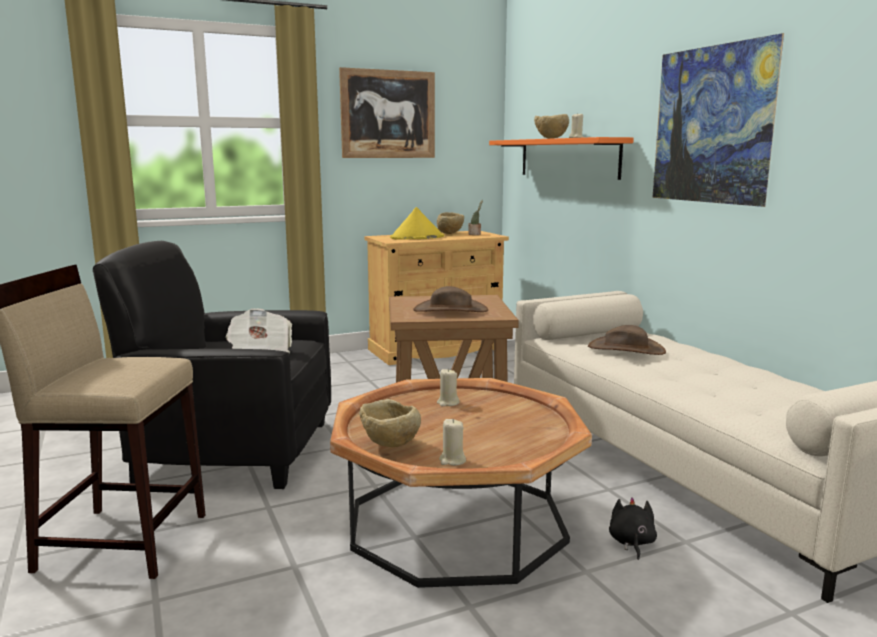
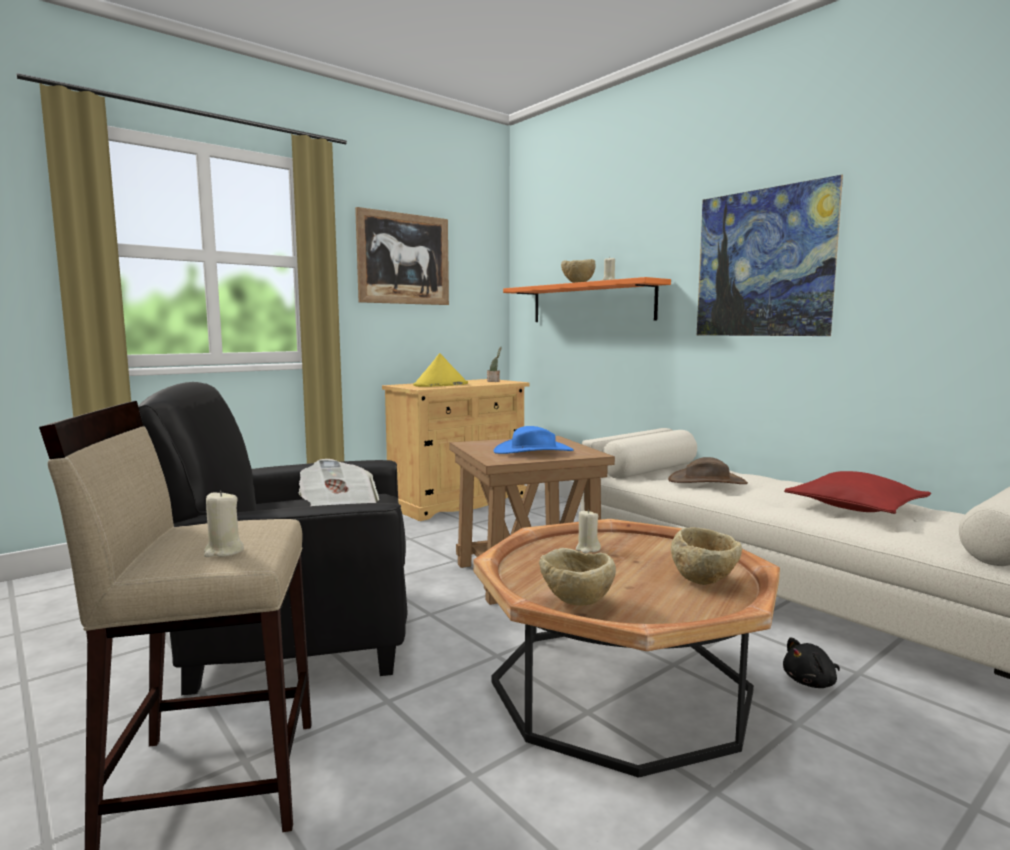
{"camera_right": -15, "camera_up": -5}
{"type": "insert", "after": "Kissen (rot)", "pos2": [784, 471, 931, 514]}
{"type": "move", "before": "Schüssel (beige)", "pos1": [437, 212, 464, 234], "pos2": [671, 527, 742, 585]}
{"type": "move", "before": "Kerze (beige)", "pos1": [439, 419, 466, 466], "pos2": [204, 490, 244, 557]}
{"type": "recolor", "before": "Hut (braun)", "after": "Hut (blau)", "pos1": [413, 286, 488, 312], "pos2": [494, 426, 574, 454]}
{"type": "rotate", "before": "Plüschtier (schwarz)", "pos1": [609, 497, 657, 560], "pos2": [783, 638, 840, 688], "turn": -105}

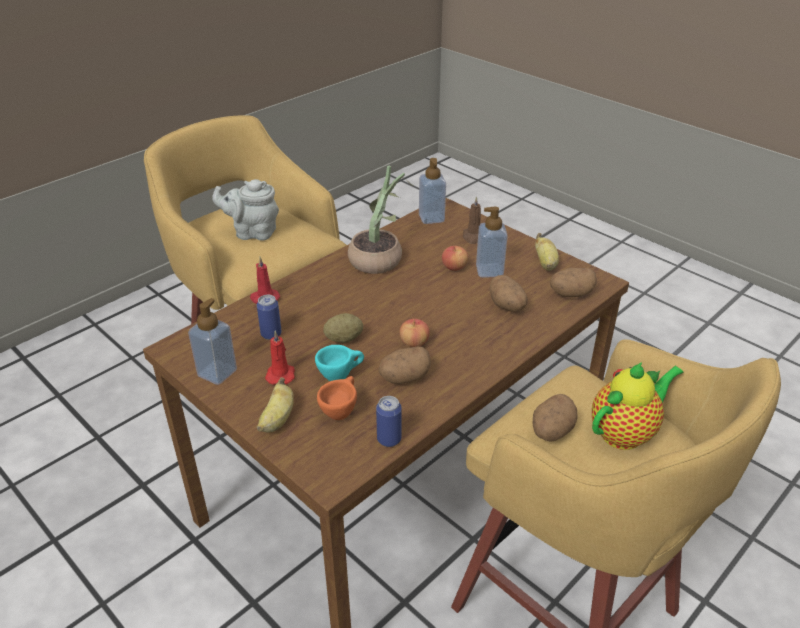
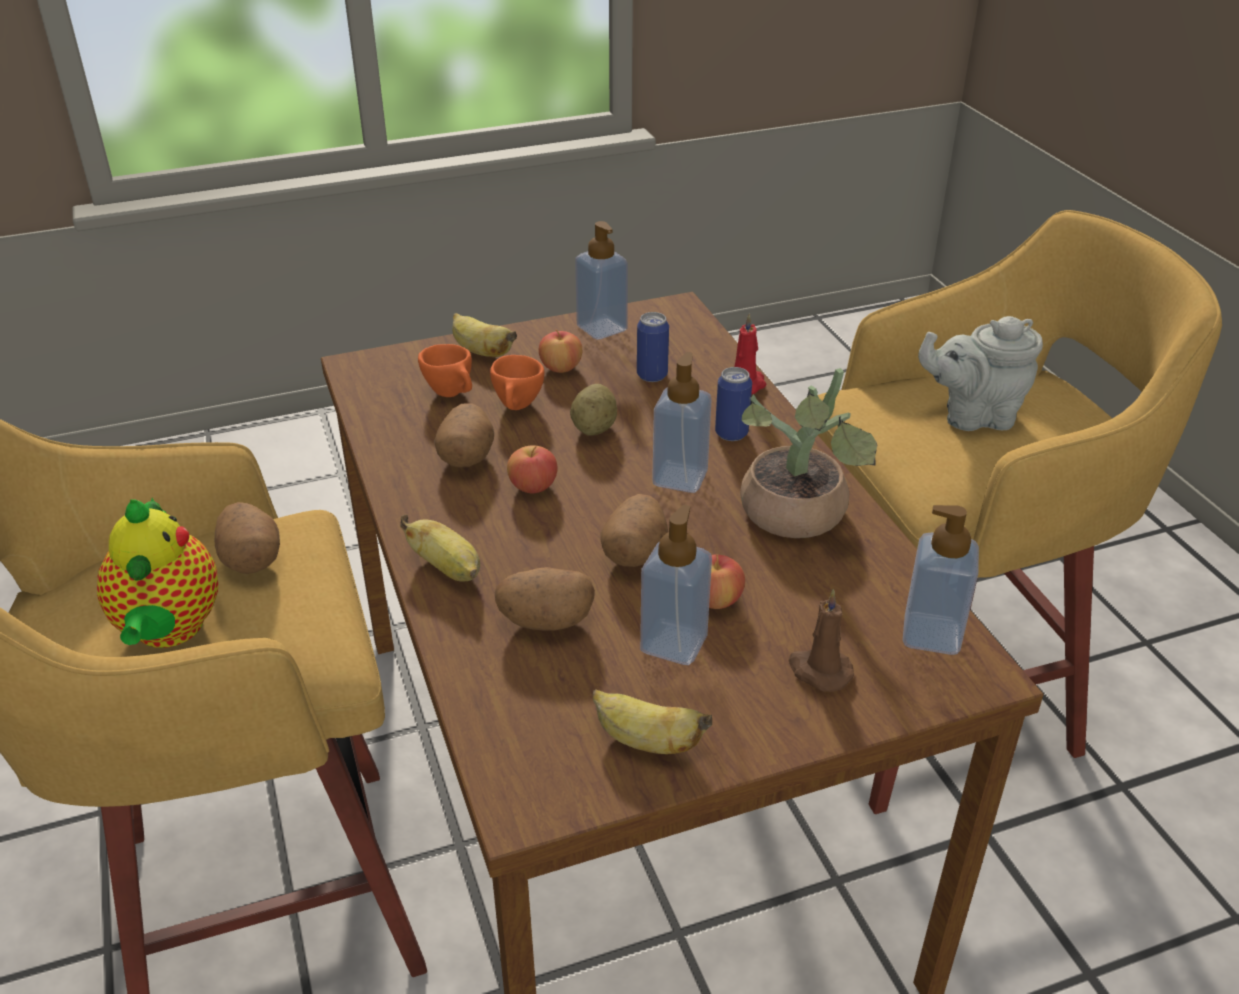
{"camera_right": 115, "camera_up": 0}
{"type": "insert", "after": "Banane", "pos2": [400, 515, 480, 581]}
{"type": "insert", "after": "Seifenspender", "pos2": [652, 352, 712, 493]}
{"type": "move", "before": "Dose", "pos1": [376, 396, 402, 447], "pos2": [715, 367, 752, 441]}
{"type": "move", "before": "Kartoffel", "pos1": [550, 268, 597, 297], "pos2": [601, 494, 668, 567]}
{"type": "replace", "before": "Kerze (rot)", "after": "Apfel", "pos1": [265, 331, 295, 385], "pos2": [539, 329, 582, 373]}
{"type": "recolor", "before": "Tasse (türkis)", "after": "Tasse (orange)", "pos1": [315, 345, 364, 381], "pos2": [490, 355, 544, 410]}
{"type": "rotate", "before": "Teekanne (grau)", "pos1": [212, 179, 279, 240], "pos2": [918, 316, 1043, 431], "turn": -120}

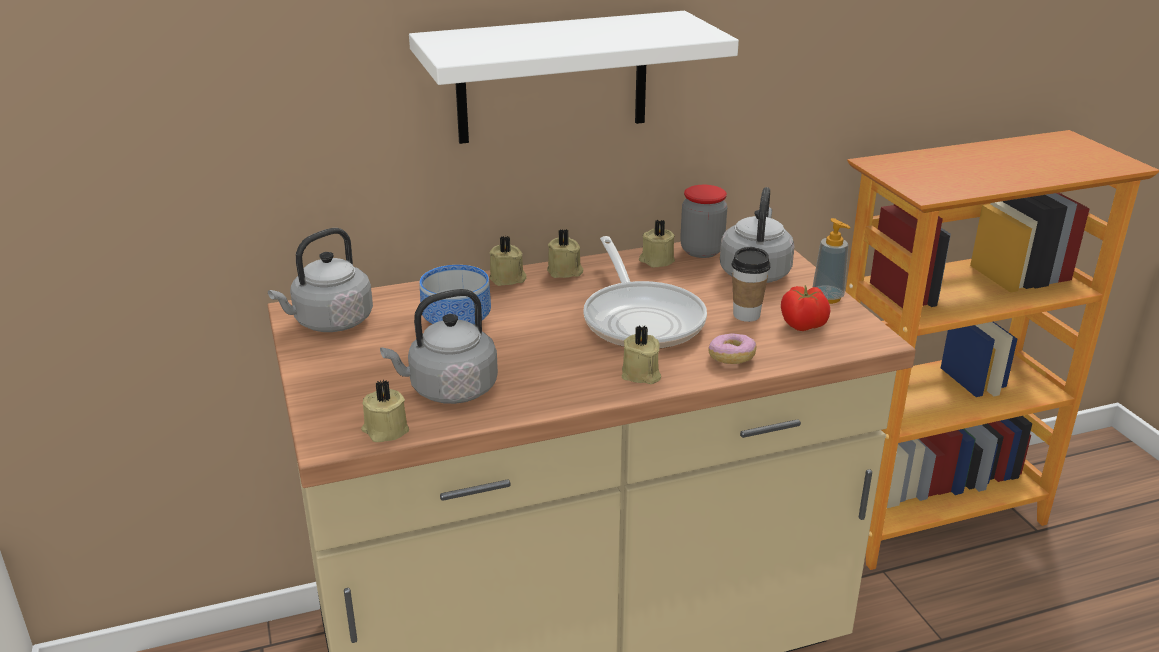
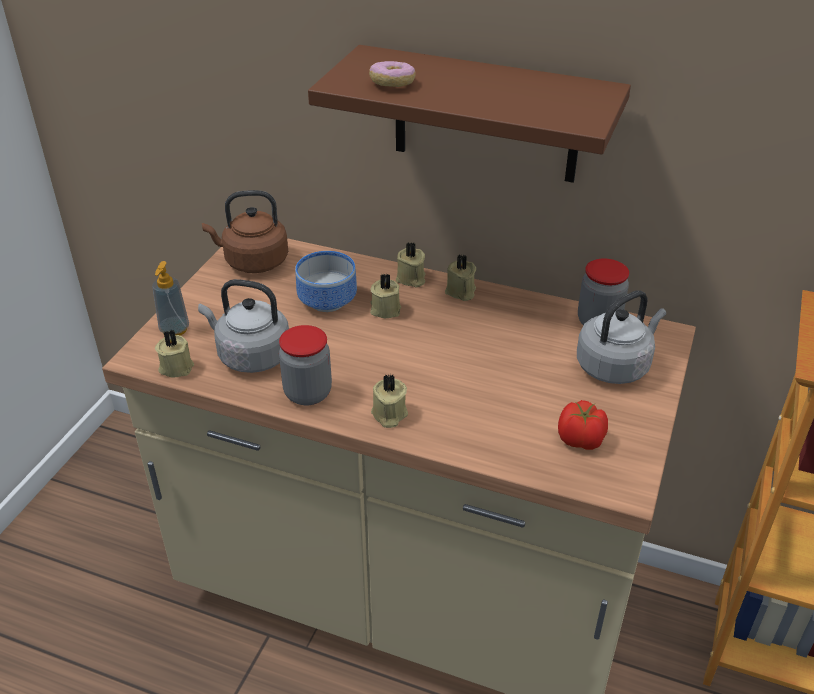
{"camera_right": 40, "camera_up": 10}
{"type": "delete", "before": "Pfanne", "pos1": [583, 236, 707, 349]}
{"type": "delete", "before": "Tasse", "pos1": [732, 247, 770, 322]}
{"type": "insert", "after": "Vorratsglas", "pos2": [279, 325, 332, 405]}
{"type": "move", "before": "Kerze (beige)", "pos1": [639, 220, 675, 267], "pos2": [370, 274, 401, 318]}
{"type": "move", "before": "Donut", "pos1": [708, 333, 757, 364], "pos2": [369, 61, 415, 87]}
{"type": "move", "before": "Seifenspender", "pos1": [813, 218, 851, 304], "pos2": [152, 261, 189, 336]}
{"type": "recolor", "before": "Wasserkessel (grau)", "after": "Wasserkessel (braun)", "pos1": [268, 228, 373, 332], "pos2": [202, 190, 288, 273]}
{"type": "recolor", "before": "Wandregal (weiß)", "after": "Wandregal (braun)", "pos1": [409, 11, 739, 144], "pos2": [308, 45, 631, 183]}

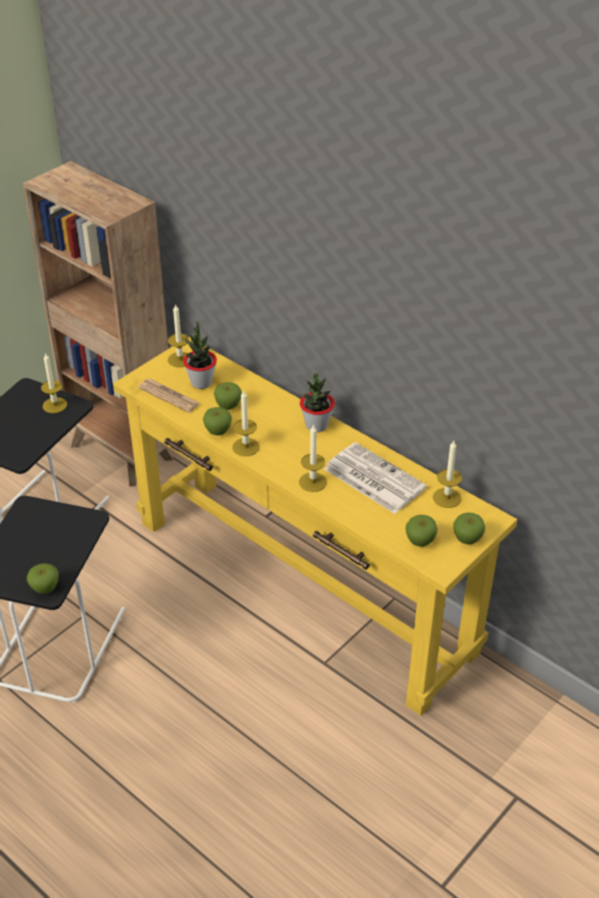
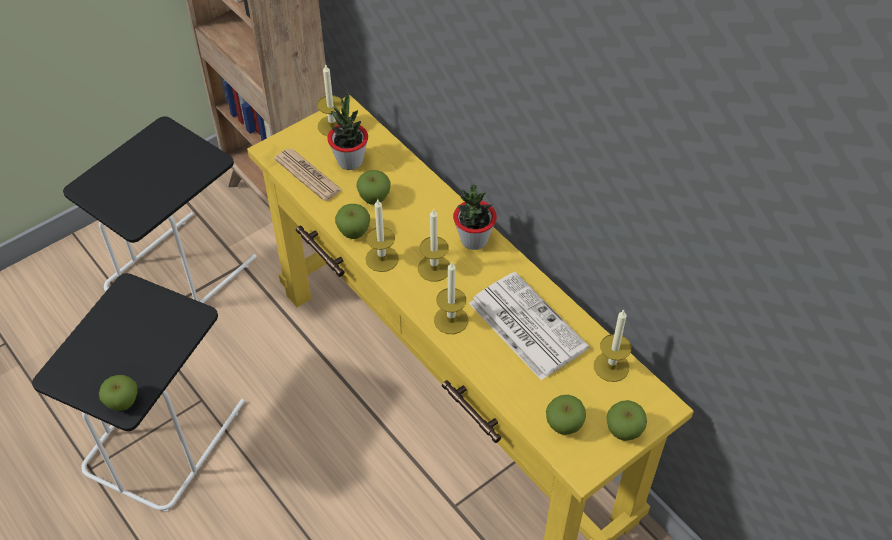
{"camera_right": 10, "camera_up": 10}
{"type": "move", "before": "Kerze", "pos1": [41, 352, 67, 413], "pos2": [418, 208, 450, 282]}

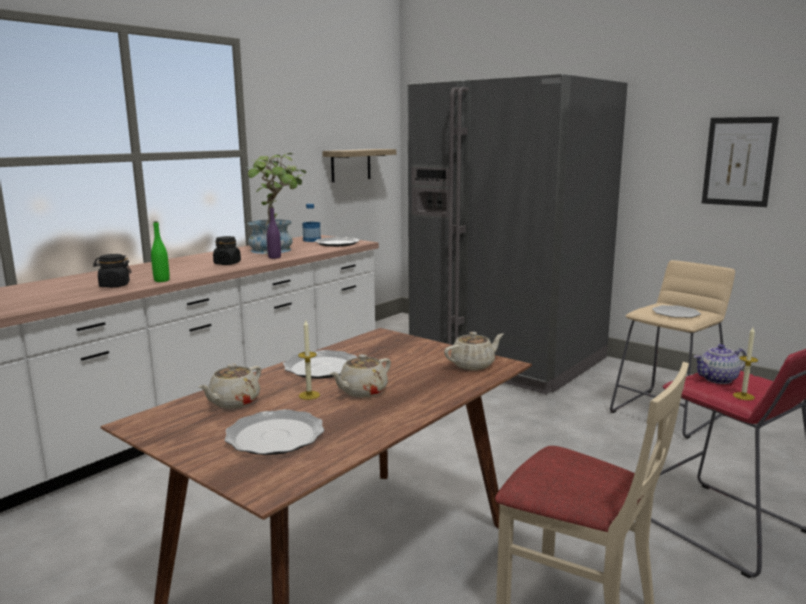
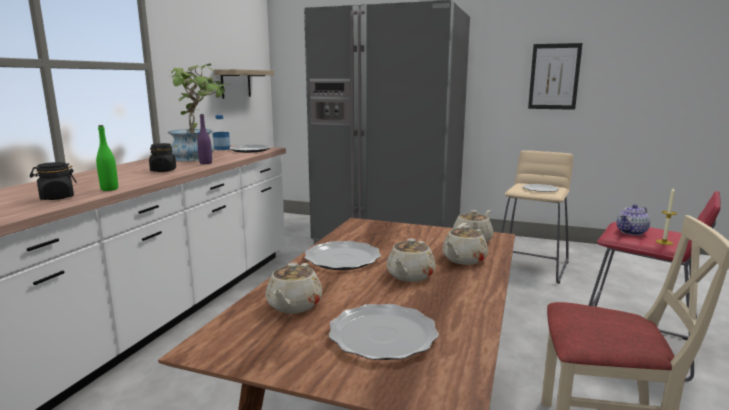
{"camera_right": -20, "camera_up": 0}
{"type": "delete", "before": "Kerze", "pos1": [298, 320, 320, 400]}
{"type": "insert", "after": "Teekanne (beige)", "pos2": [442, 225, 488, 265]}

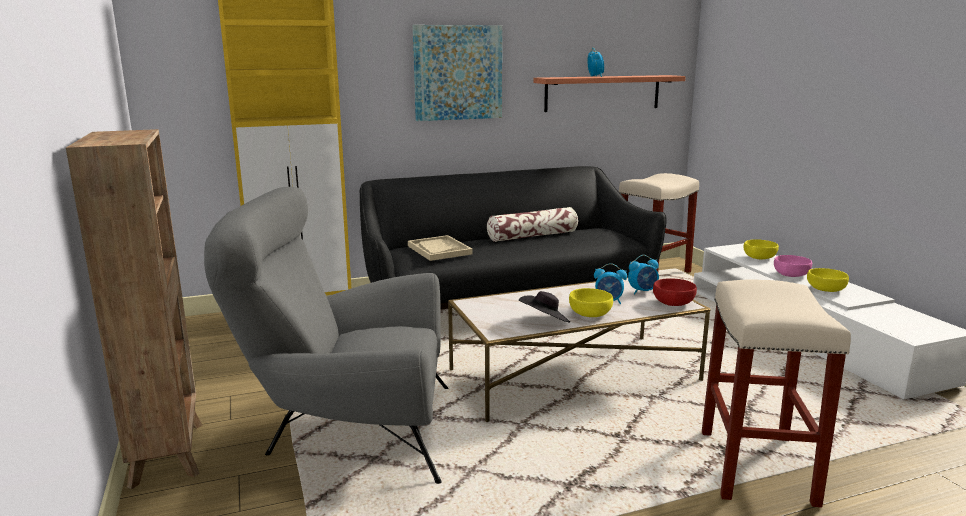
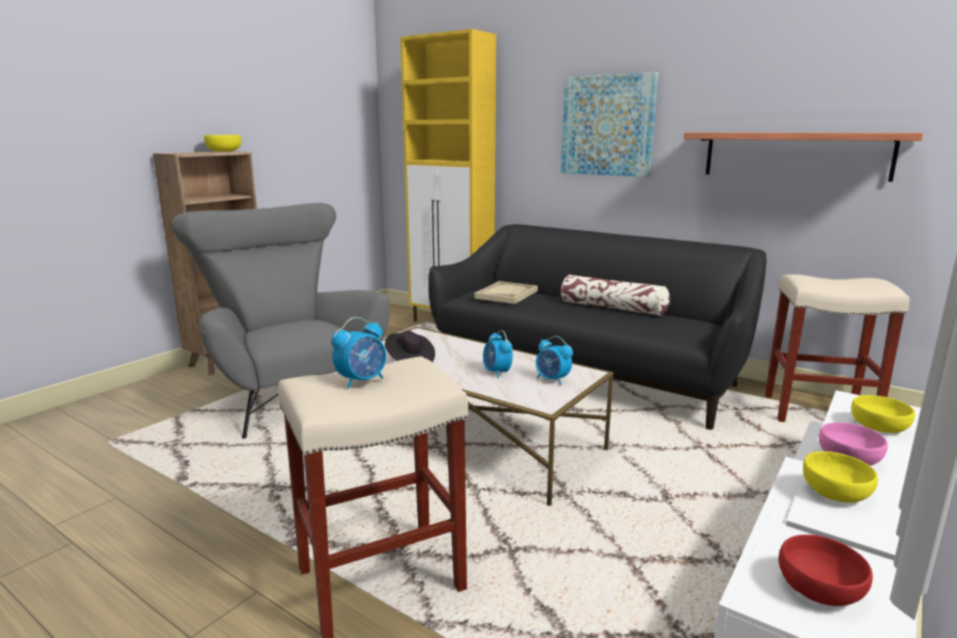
{"camera_right": 55, "camera_up": 0}
{"type": "move", "before": "Schüssel (gelb)", "pos1": [569, 288, 613, 317], "pos2": [204, 135, 242, 152]}
{"type": "move", "before": "Wecker", "pos1": [587, 47, 604, 77], "pos2": [331, 317, 386, 389]}
{"type": "move", "before": "Schüssel (rot)", "pos1": [653, 278, 697, 306], "pos2": [779, 535, 873, 606]}

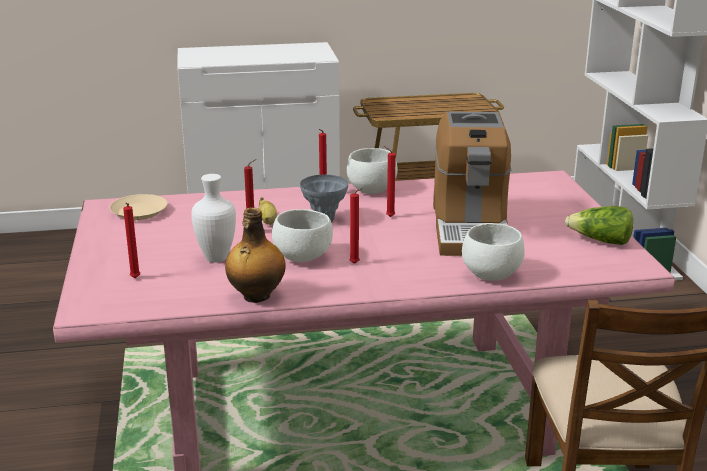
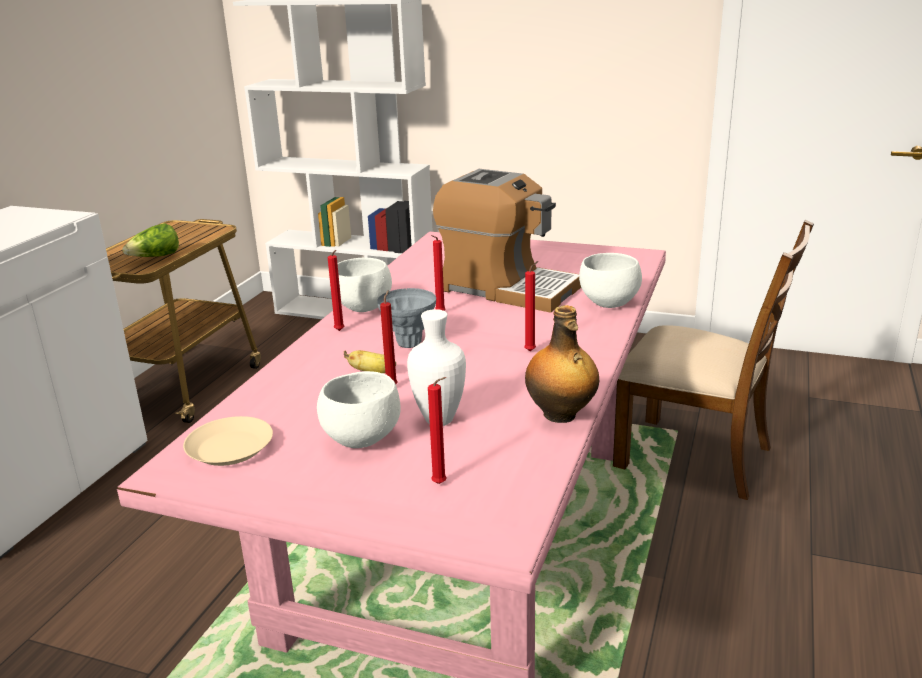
{"camera_right": -60, "camera_up": 0}
{"type": "move", "before": "Schüssel (weiß)", "pos1": [272, 209, 333, 262], "pos2": [317, 371, 401, 448]}
{"type": "move", "before": "Salatkopf", "pos1": [565, 206, 633, 245], "pos2": [122, 223, 179, 257]}

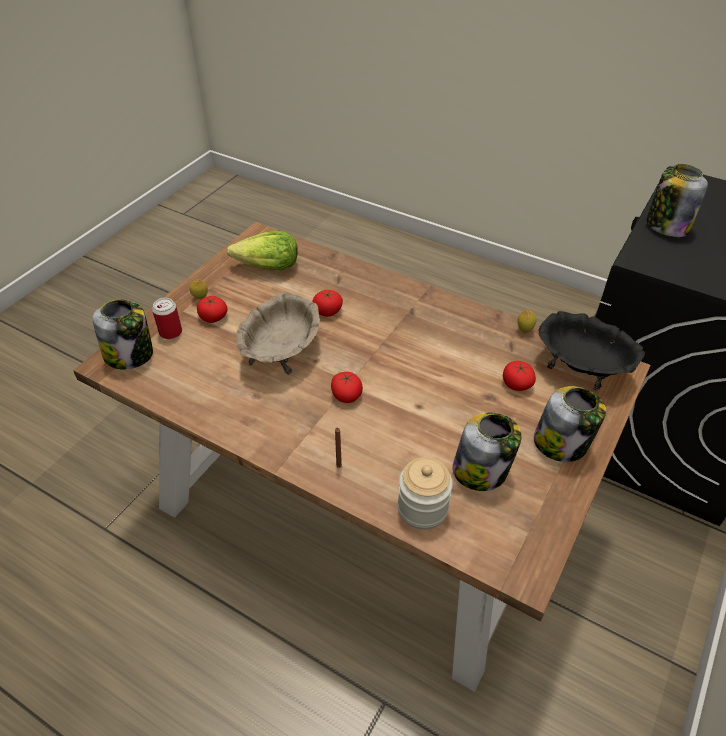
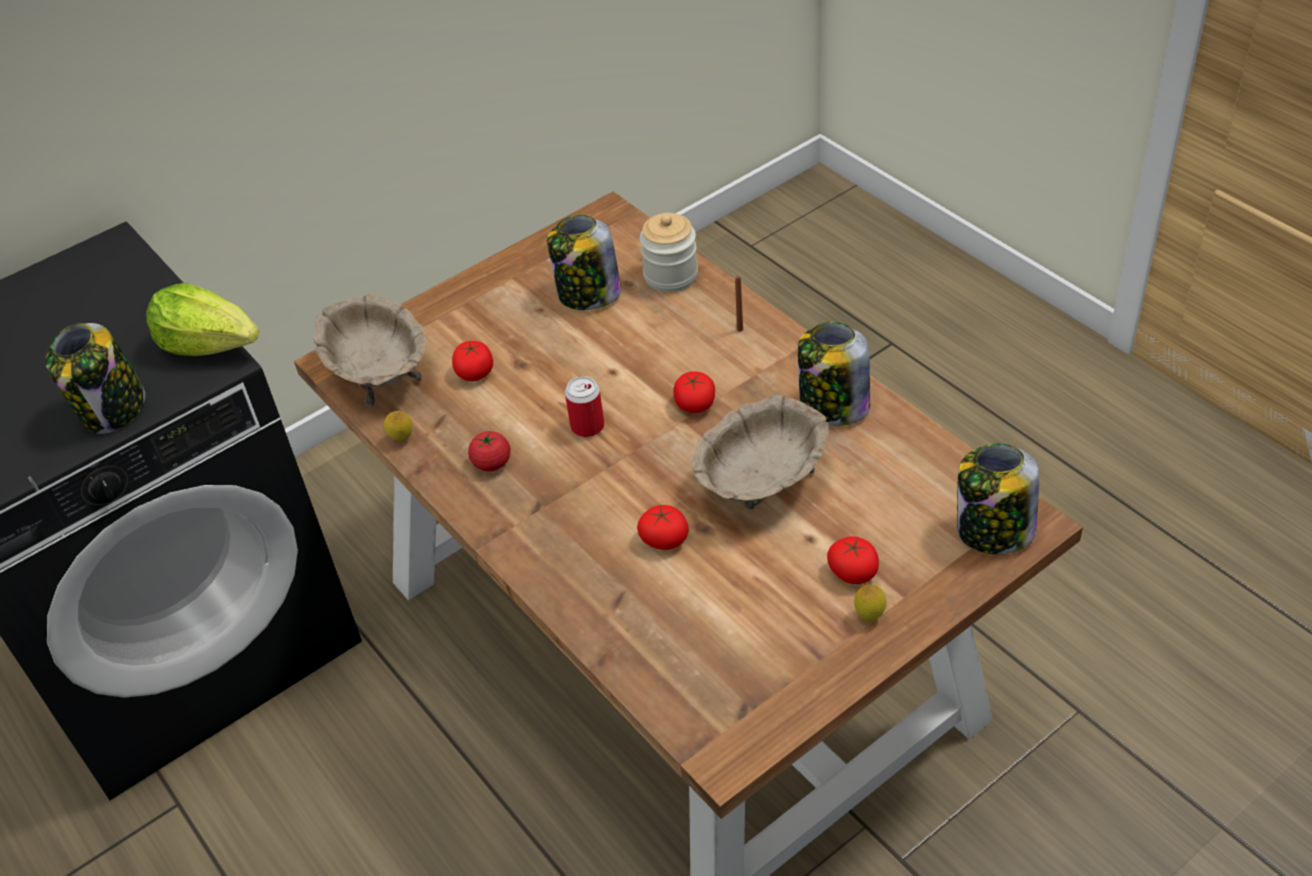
{"camera_right": -155, "camera_up": 0}
{"type": "insert", "after": "Tomate", "pos2": [468, 431, 511, 471]}
{"type": "move", "before": "Dose", "pos1": [152, 298, 182, 339], "pos2": [565, 376, 604, 437]}
{"type": "move", "before": "Salatkopf", "pos1": [227, 231, 298, 270], "pos2": [146, 283, 259, 356]}
{"type": "move", "before": "Vorratsglas", "pos1": [534, 386, 606, 462], "pos2": [798, 322, 870, 426]}
{"type": "recolor", "before": "Schüssel (schwarz)", "after": "Schüssel (beige)", "pos1": [538, 311, 645, 390], "pos2": [314, 293, 427, 406]}

